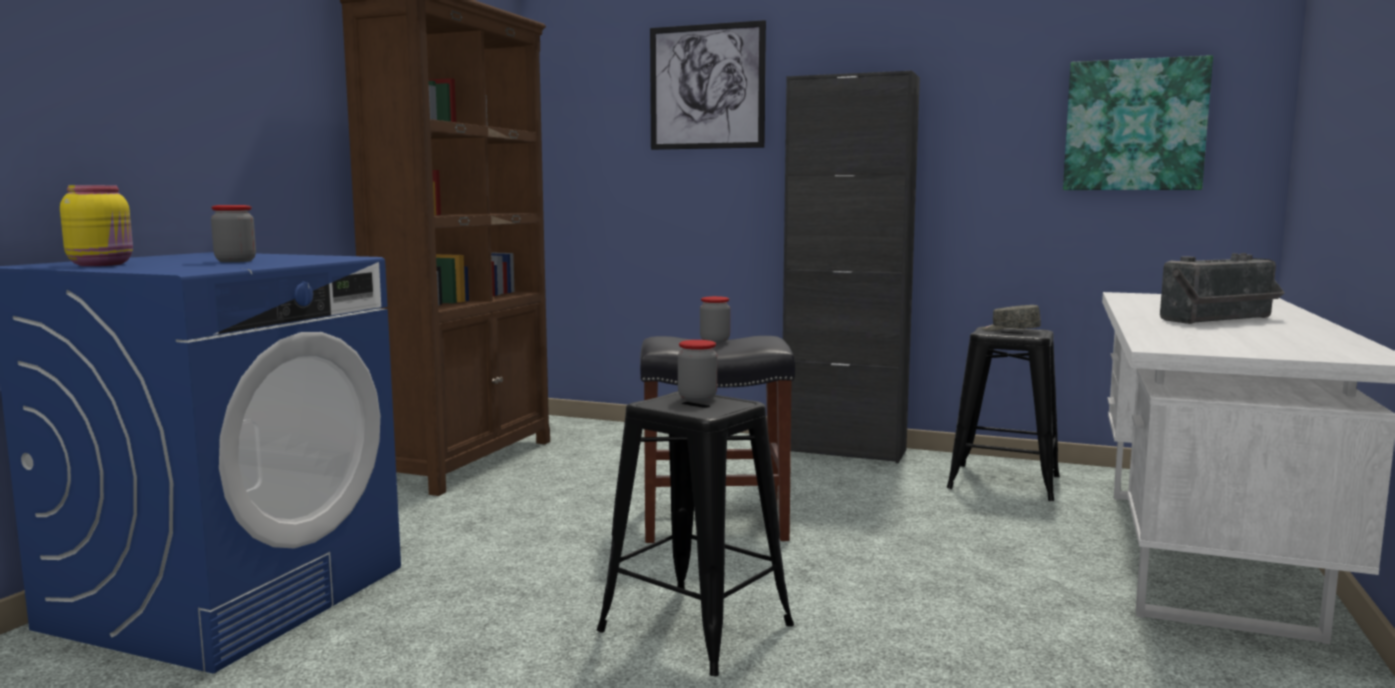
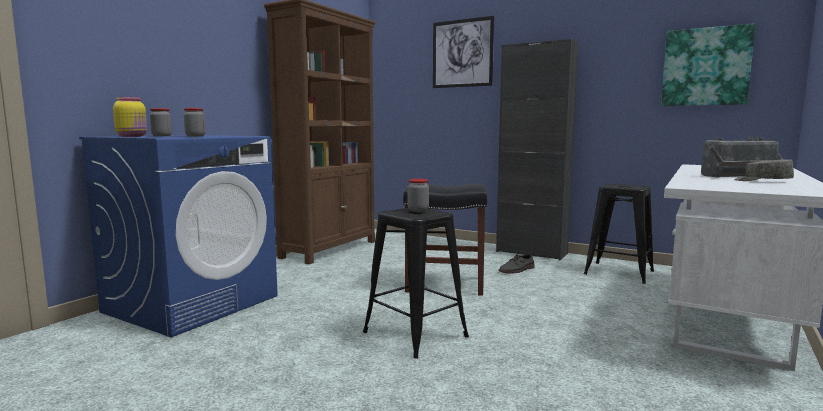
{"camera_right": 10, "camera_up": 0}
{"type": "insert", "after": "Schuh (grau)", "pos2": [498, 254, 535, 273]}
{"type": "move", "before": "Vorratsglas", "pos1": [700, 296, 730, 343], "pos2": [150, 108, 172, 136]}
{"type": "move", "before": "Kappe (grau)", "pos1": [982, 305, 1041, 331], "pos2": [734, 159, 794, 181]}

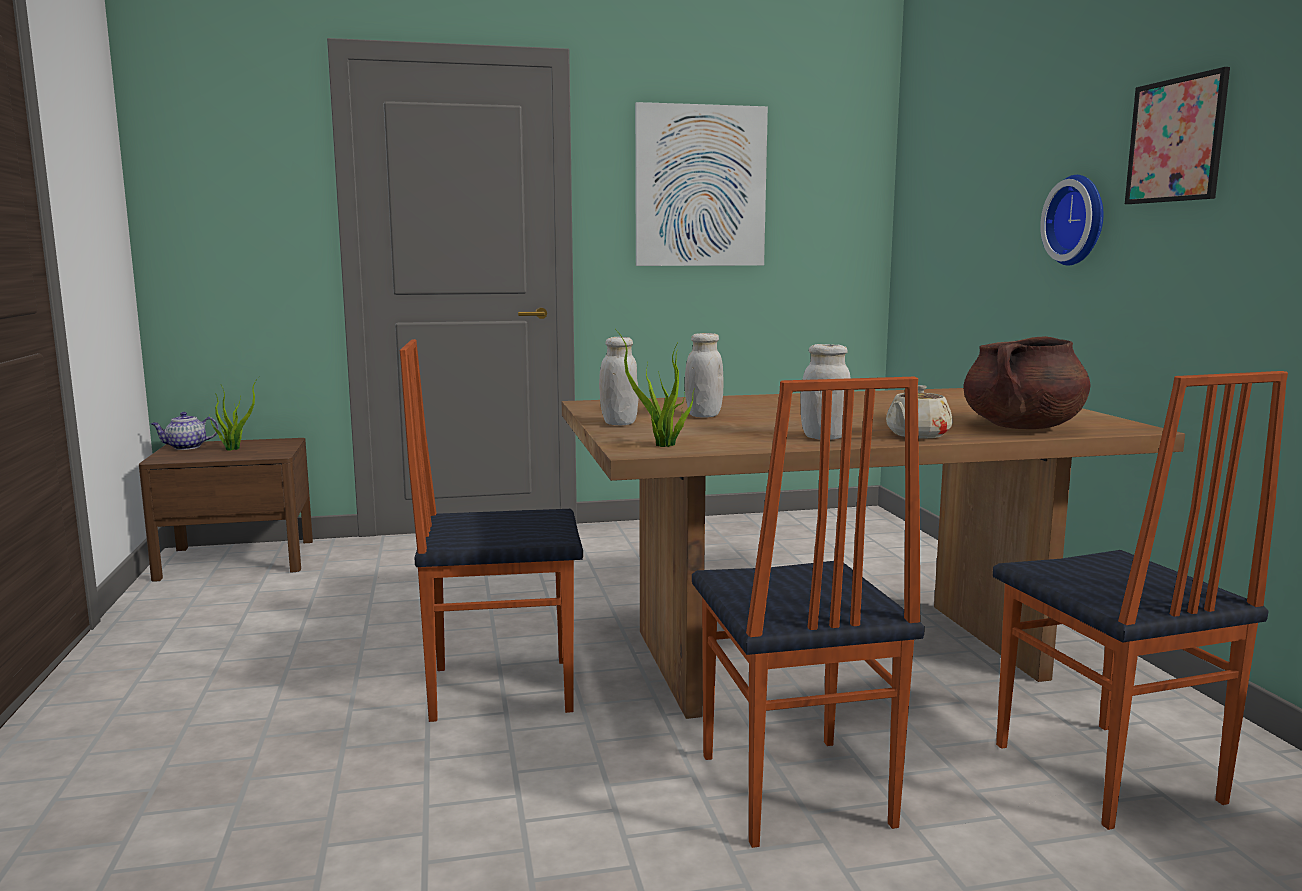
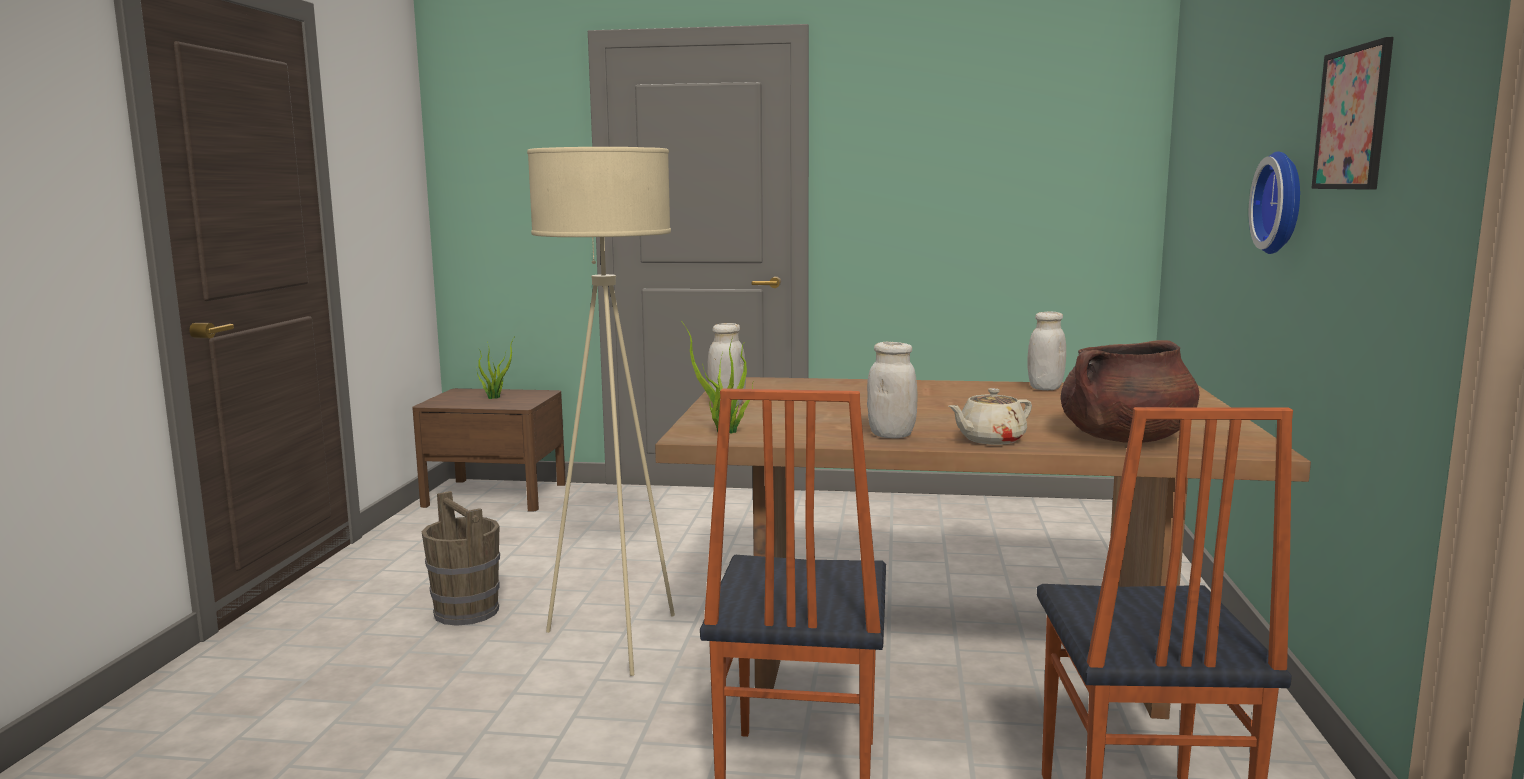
{"camera_right": 20, "camera_up": 0}
{"type": "delete", "before": "Teekanne", "pos1": [151, 412, 219, 450]}
{"type": "delete", "before": "Bild", "pos1": [635, 102, 768, 266]}
{"type": "insert", "after": "Eimer (braun)", "pos2": [422, 491, 500, 626]}
{"type": "move", "before": "Vorratsglas (weiß)", "pos1": [685, 333, 723, 418], "pos2": [1027, 311, 1066, 390]}
{"type": "replace", "before": "Stuhl", "after": "Stehlampe (beige)", "pos1": [400, 339, 583, 722], "pos2": [527, 147, 675, 676]}

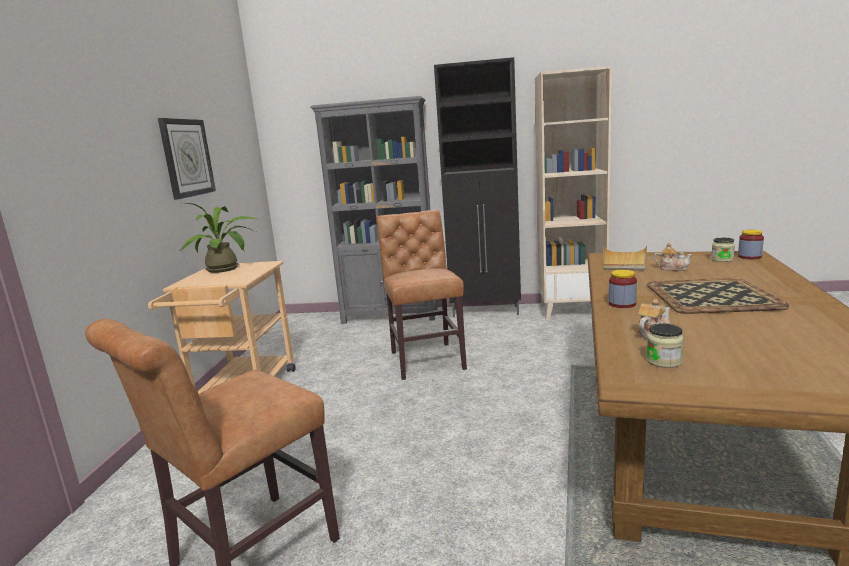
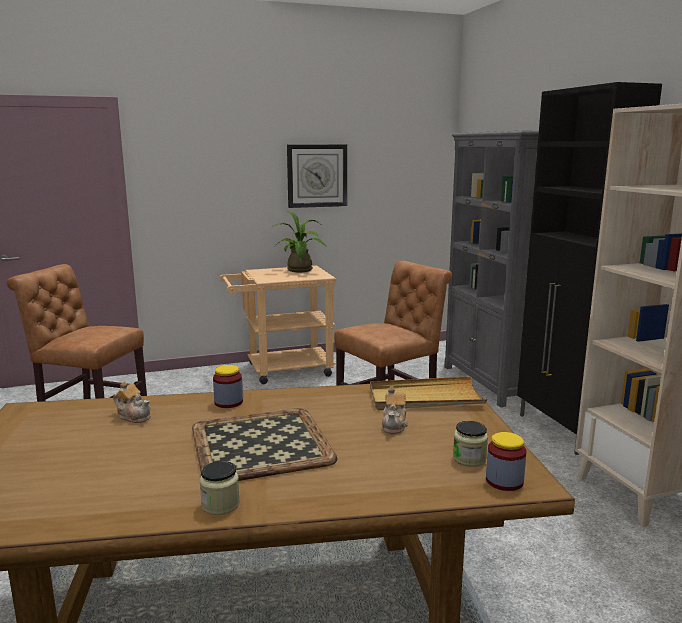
{"camera_right": 65, "camera_up": 0}
{"type": "move", "before": "Vorratsglas", "pos1": [646, 323, 684, 368], "pos2": [200, 461, 240, 515]}

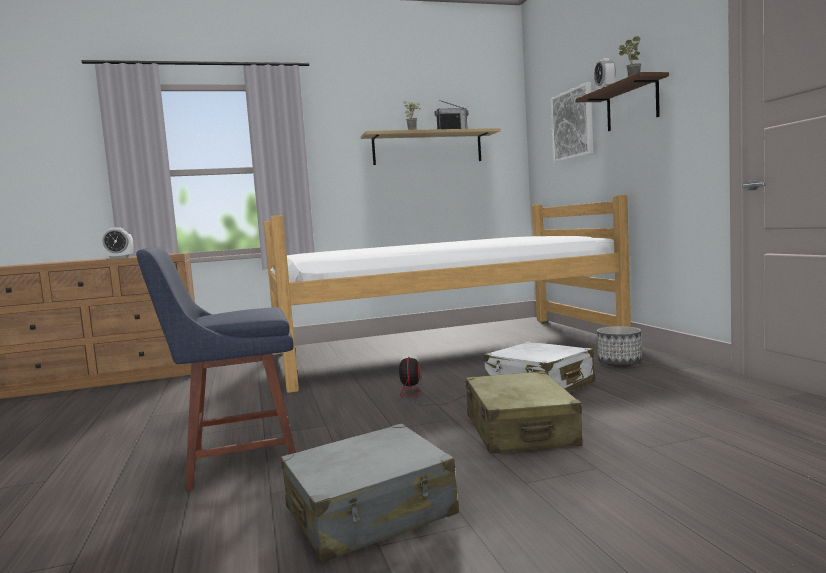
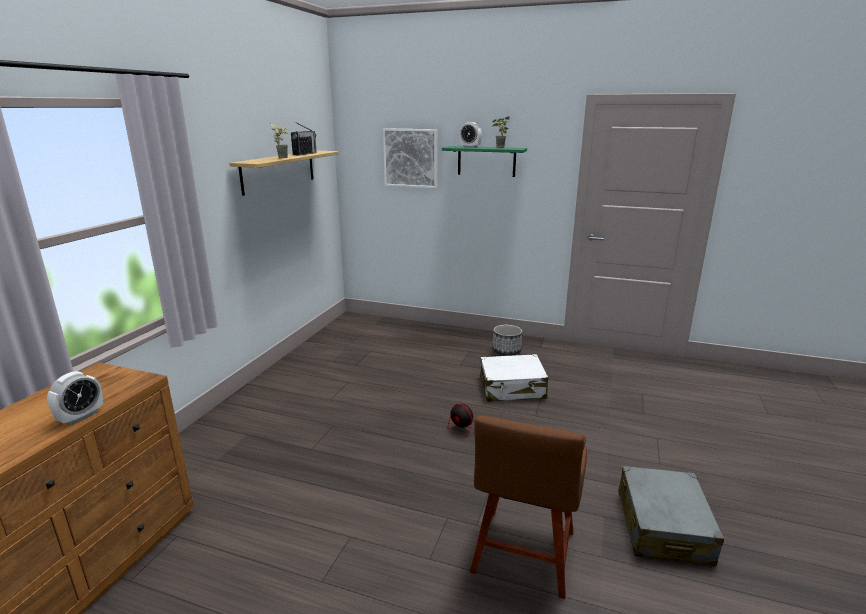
{"camera_right": -55, "camera_up": 15}
{"type": "delete", "before": "Bett", "pos1": [264, 195, 631, 393]}
{"type": "delete", "before": "Koffer (beige)", "pos1": [466, 371, 582, 454]}
{"type": "recolor", "before": "Stuhl (blau)", "after": "Stuhl (braun)", "pos1": [136, 247, 296, 491], "pos2": [470, 415, 587, 599]}
{"type": "recolor", "before": "Wandregal (braun)", "after": "Wandregal (grün)", "pos1": [575, 72, 669, 131], "pos2": [442, 146, 527, 177]}

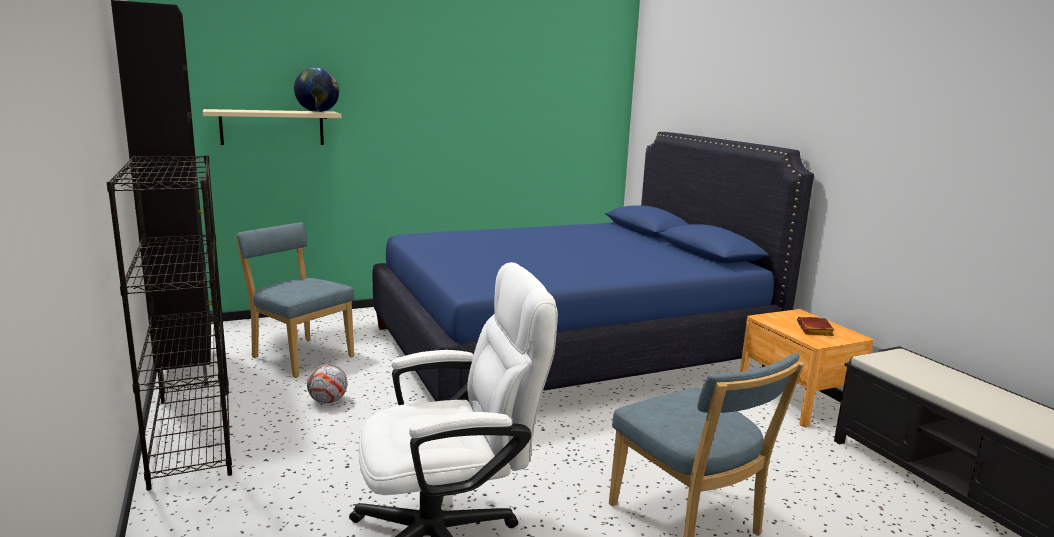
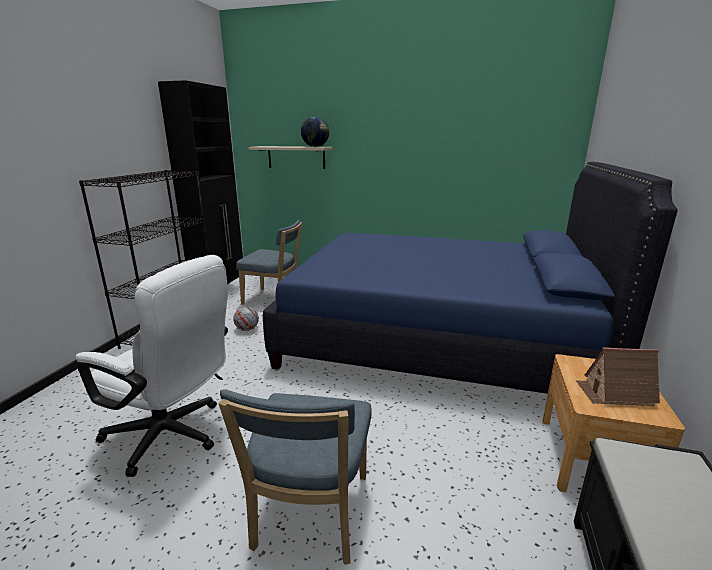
{"camera_right": 40, "camera_up": 5}
{"type": "replace", "before": "Buch (braun)", "after": "Spielzeughaus", "pos1": [797, 317, 834, 336], "pos2": [576, 347, 660, 406]}
{"type": "rotate", "before": "Stuhl (blau)", "pos1": [236, 222, 355, 378], "pos2": [236, 220, 302, 305], "turn": 120}

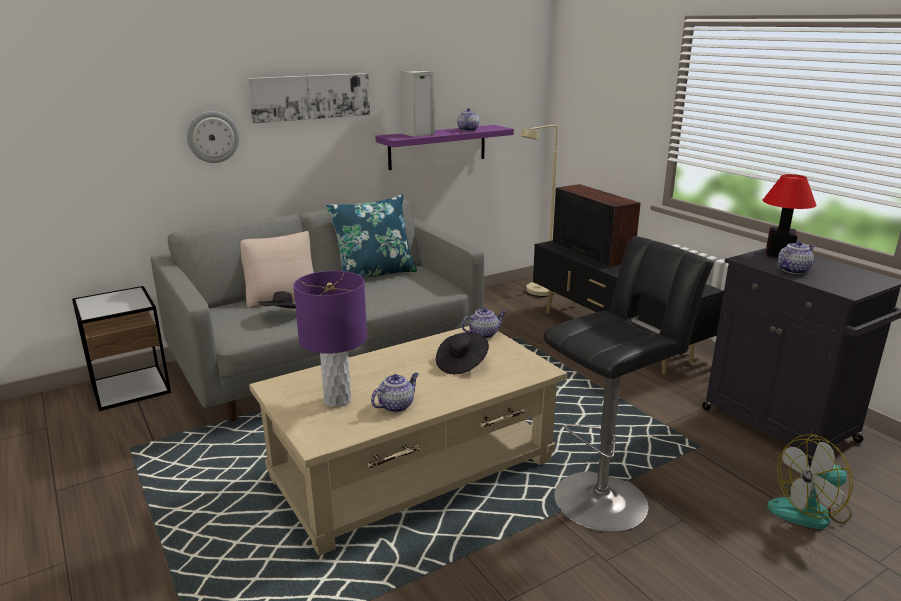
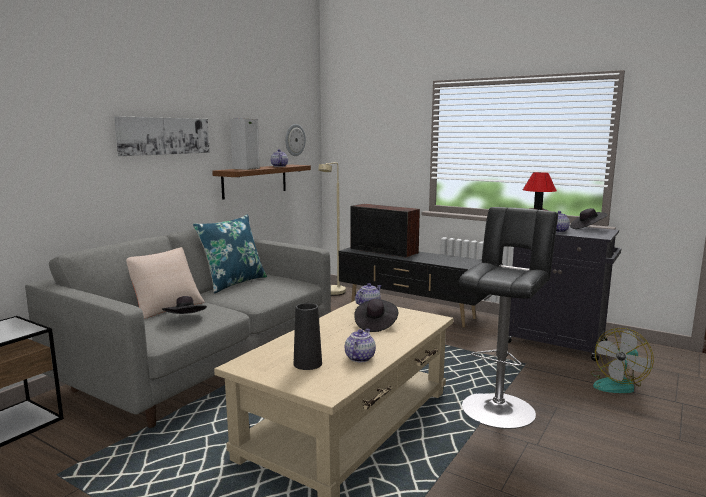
{"camera_right": -25, "camera_up": -10}
{"type": "insert", "after": "Hut (schwarz)", "pos2": [570, 208, 608, 229]}
{"type": "move", "before": "Wanduhr", "pos1": [187, 111, 239, 163], "pos2": [285, 124, 306, 156]}
{"type": "replace", "before": "Tischlampe (lila)", "after": "Vase (schwarz)", "pos1": [293, 271, 367, 407], "pos2": [294, 303, 322, 370]}
{"type": "recolor", "before": "Wandregal (lila)", "after": "Wandregal (braun)", "pos1": [375, 125, 514, 170], "pos2": [212, 165, 311, 200]}

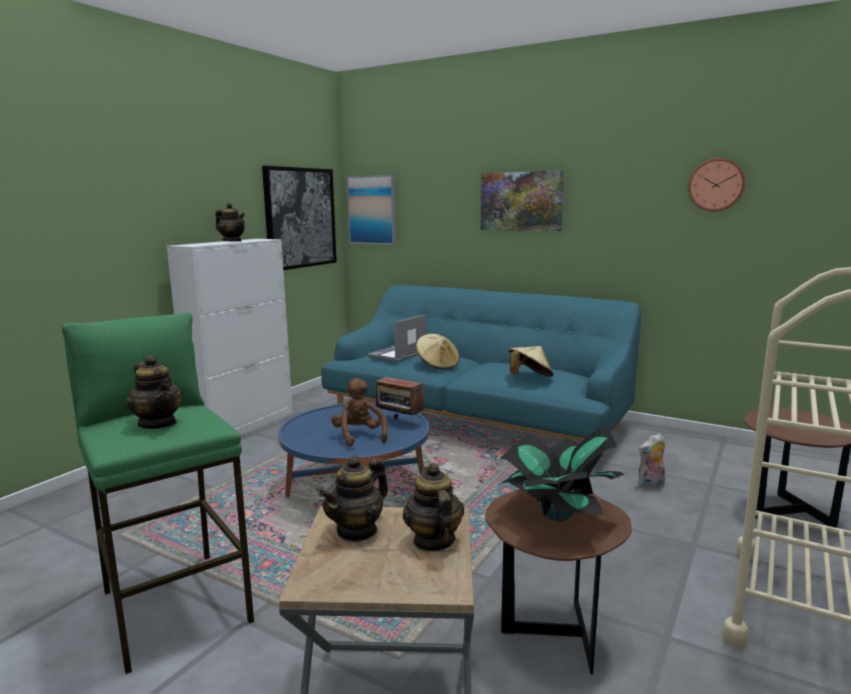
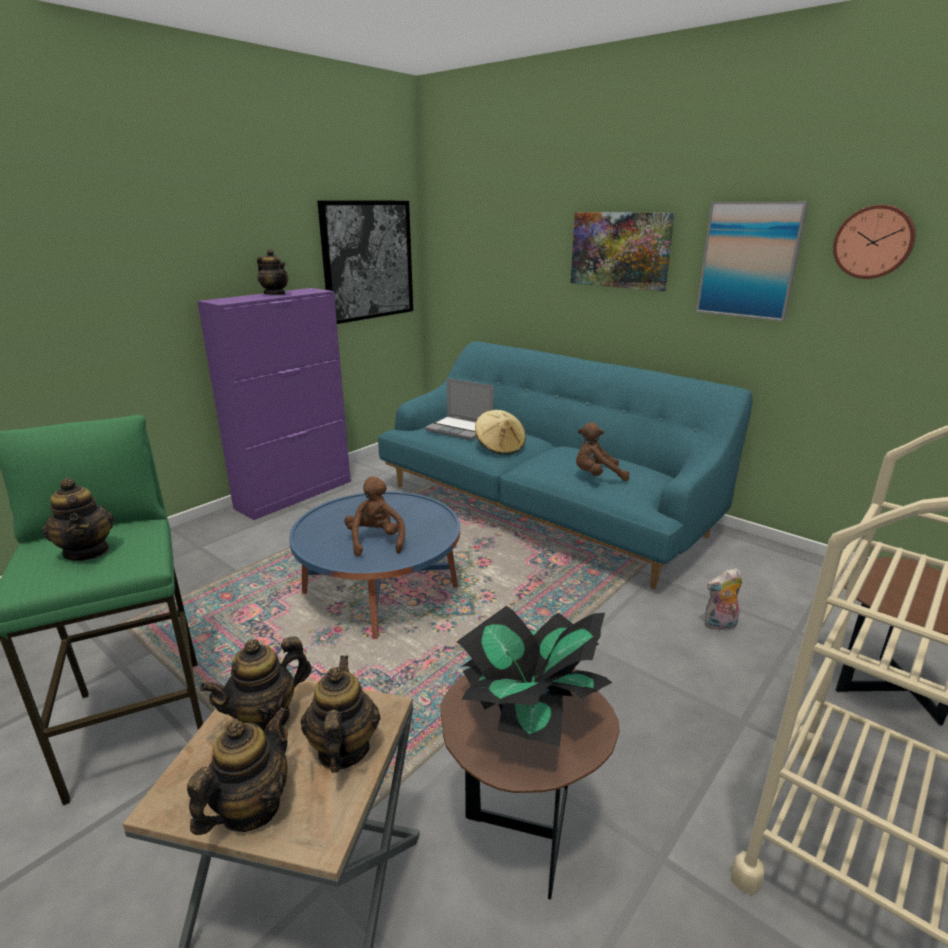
{"camera_right": 10, "camera_up": 10}
{"type": "delete", "before": "Radio", "pos1": [376, 369, 426, 419]}
{"type": "insert", "after": "Teekanne", "pos2": [187, 707, 288, 835]}
{"type": "move", "before": "Bild", "pos1": [347, 175, 396, 245], "pos2": [696, 202, 809, 321]}
{"type": "replace", "before": "Hut (beige)", "after": "Plüschtier (braun)", "pos1": [509, 346, 554, 377], "pos2": [576, 422, 629, 481]}
{"type": "recolor", "before": "Schrank (weiß)", "after": "Schrank (lila)", "pos1": [167, 239, 293, 435], "pos2": [197, 288, 351, 520]}
{"type": "rotate", "before": "Laptop", "pos1": [367, 314, 426, 362], "pos2": [425, 378, 494, 440], "turn": -105}

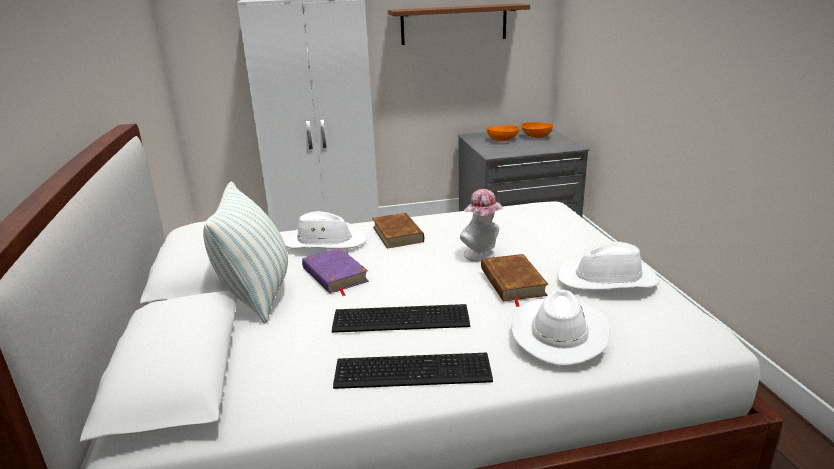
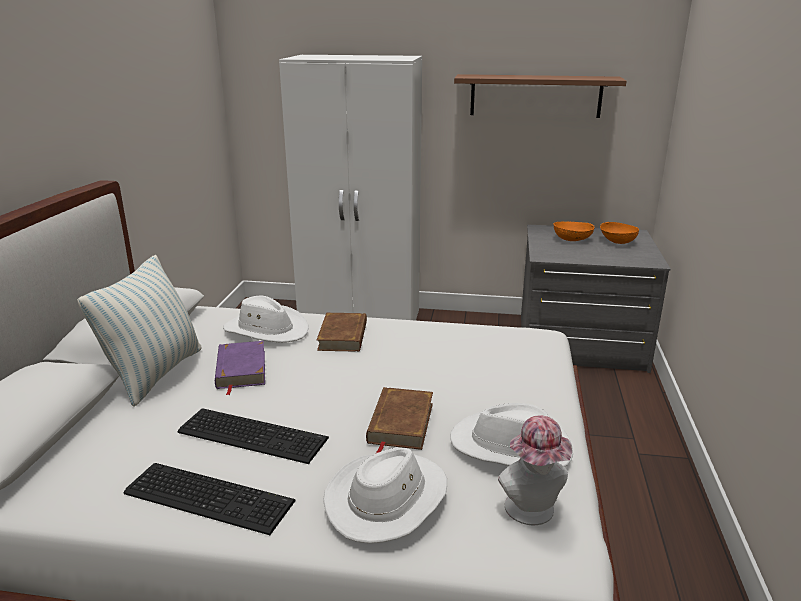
{"camera_right": 20, "camera_up": 0}
{"type": "move", "before": "Hut", "pos1": [460, 189, 503, 262], "pos2": [498, 415, 572, 525]}

